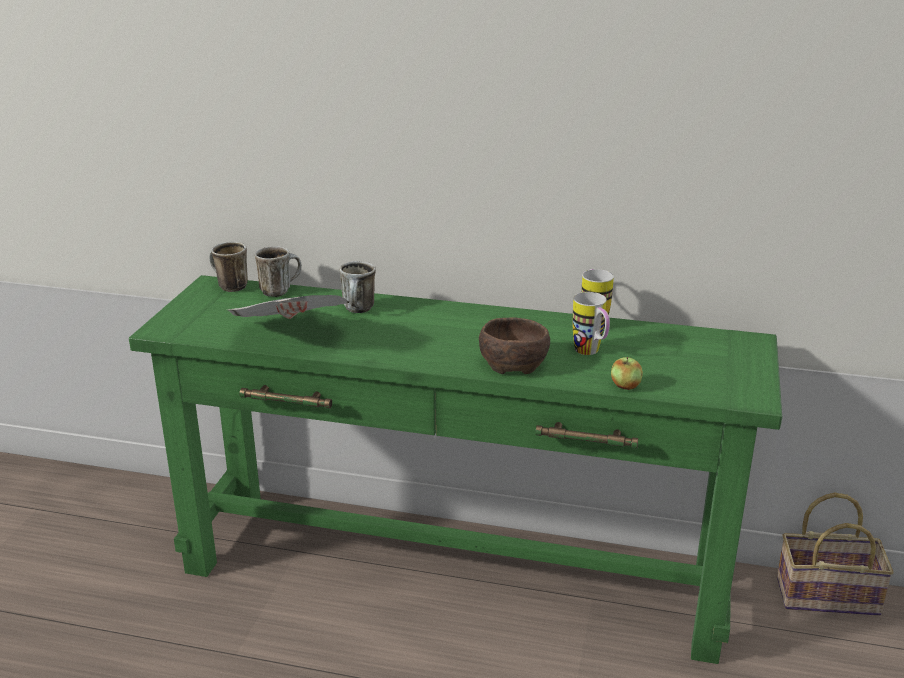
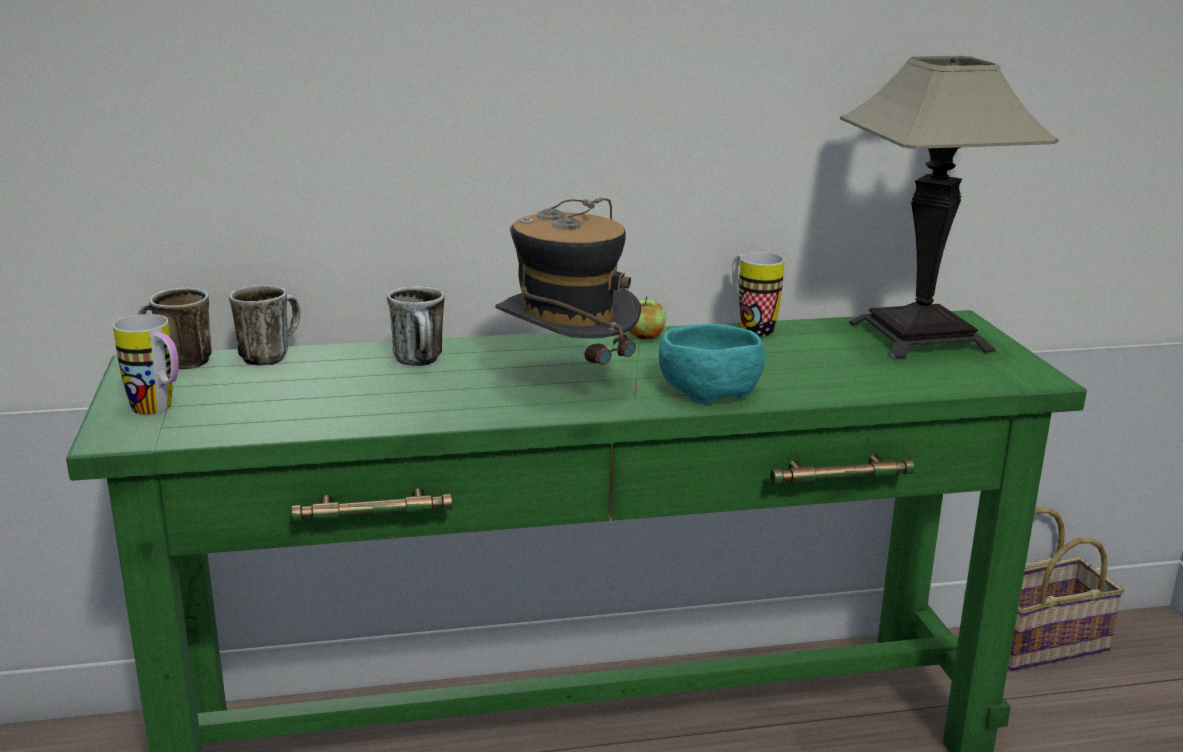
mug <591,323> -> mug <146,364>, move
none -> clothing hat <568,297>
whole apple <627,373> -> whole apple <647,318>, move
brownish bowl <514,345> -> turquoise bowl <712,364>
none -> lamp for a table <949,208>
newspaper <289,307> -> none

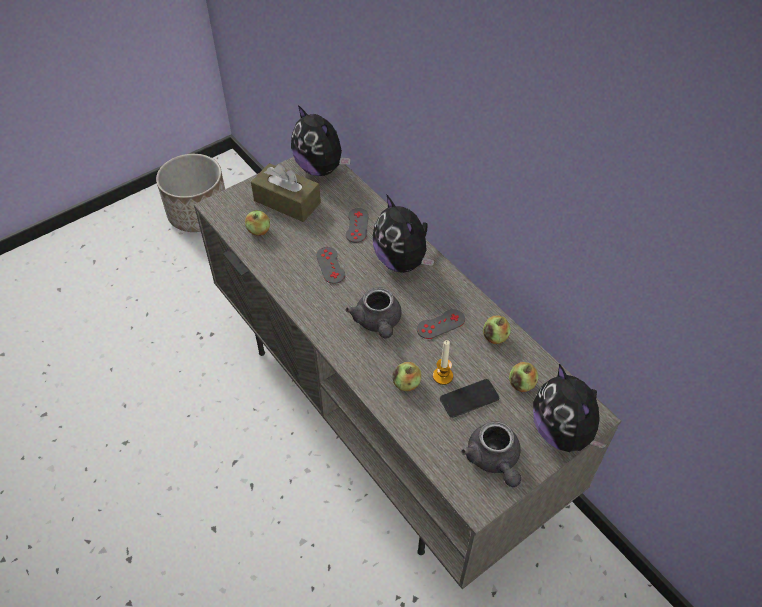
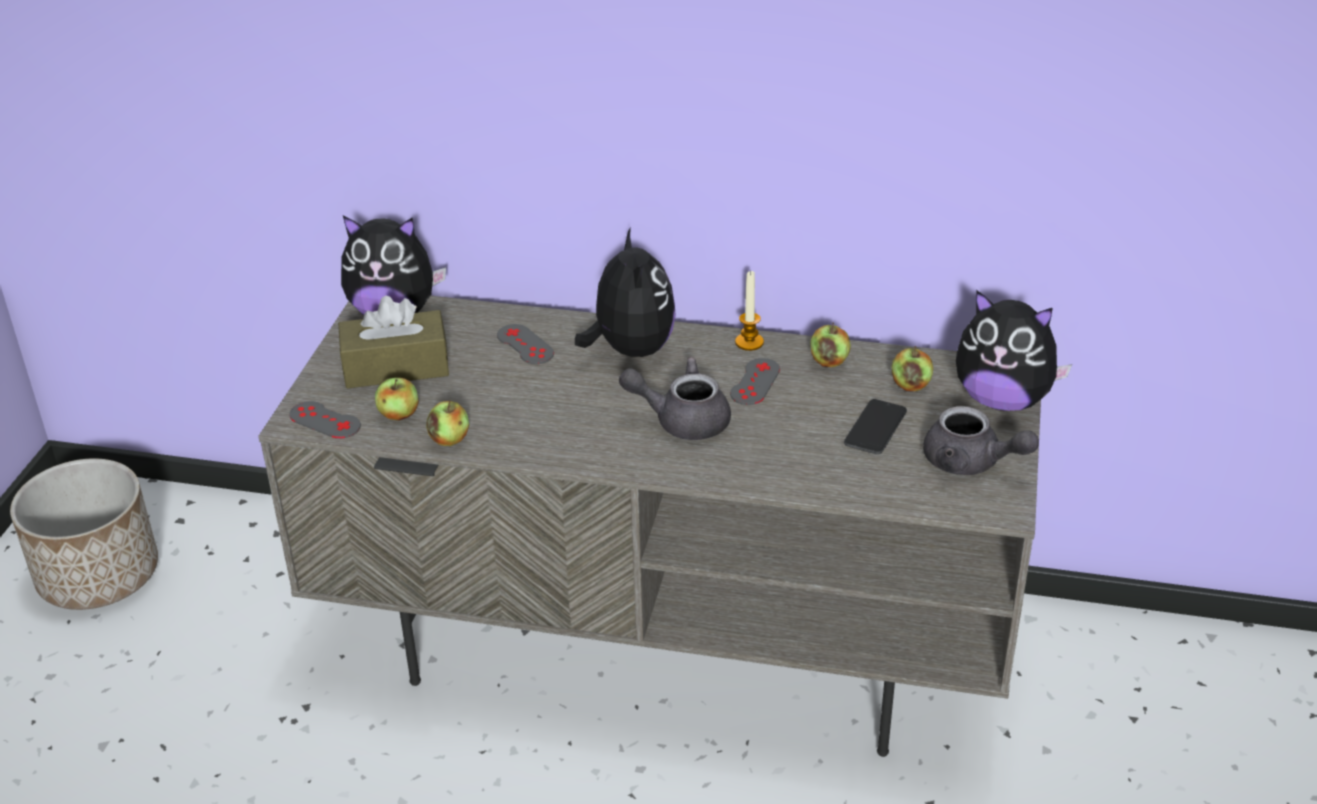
gray game controller <330,265> -> gray game controller <325,420>, move
whole apple <406,376> -> whole apple <447,423>, move
plush toy <403,233> -> plush toy <625,292>, 120 degrees counterclockwise
gray pot for tea <373,313> -> gray pot for tea <675,398>, 150 degrees clockwise
candle <443,362> -> candle <749,311>, move

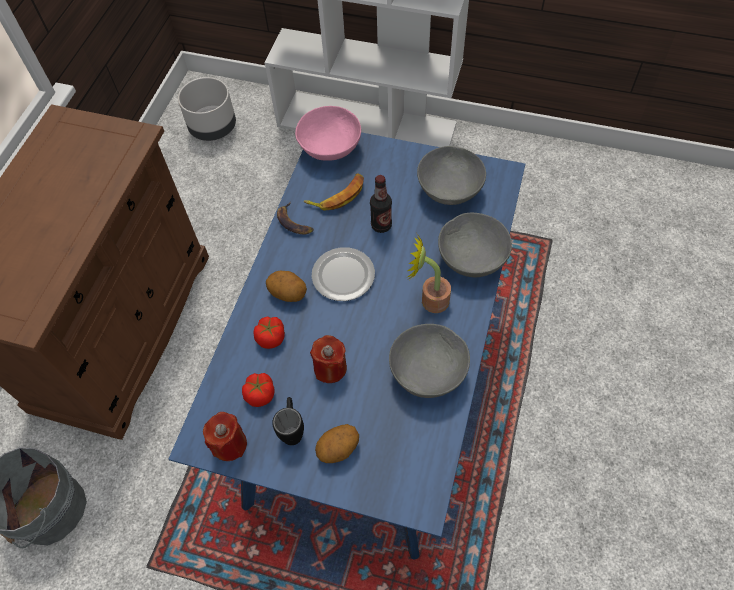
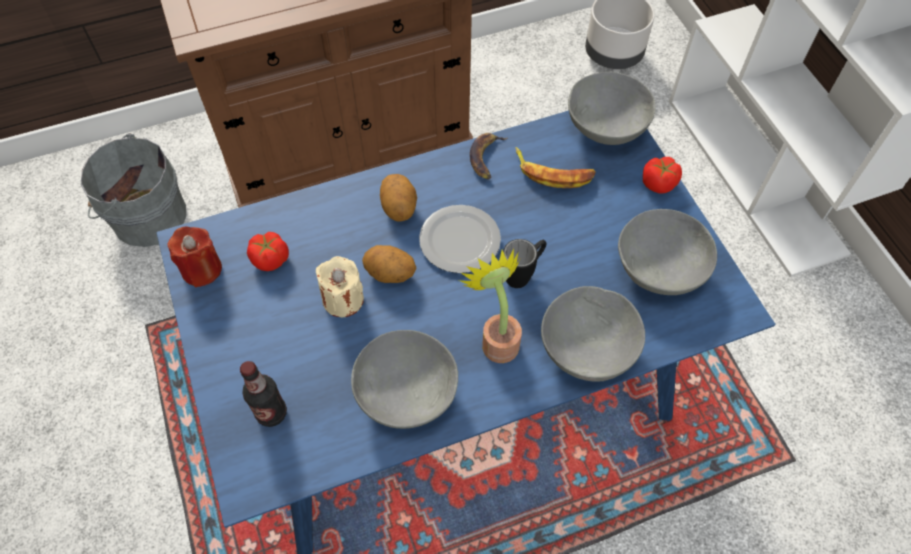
beverage bottle <381,204> -> beverage bottle <263,394>, move
reddish candle <328,359> -> sand-coloured candle <340,286>
whole potato <337,443> -> whole potato <389,264>, move
blackish mug <288,421> -> blackish mug <524,263>, move
pink-coloured bowl <328,133> -> gray bowl <611,108>
fresh tomato <269,332> -> fresh tomato <662,175>, move

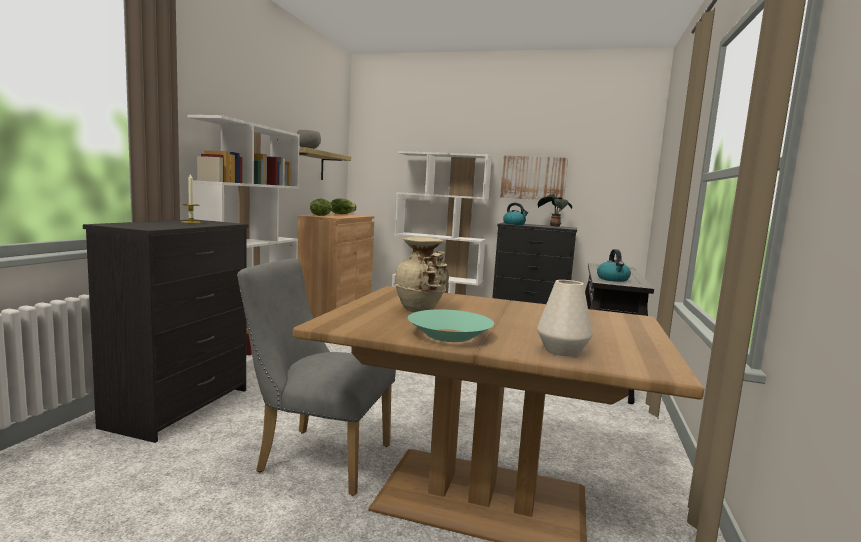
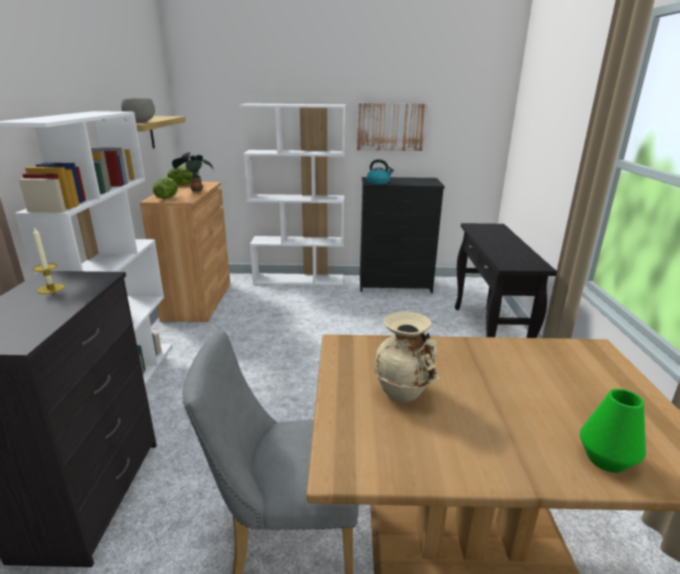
houseplant <555,210> -> houseplant <192,172>, move
white vase <564,318> -> green-coloured vase <613,431>
turquoise bowl <451,325> -> none
water kettle <614,265> -> none

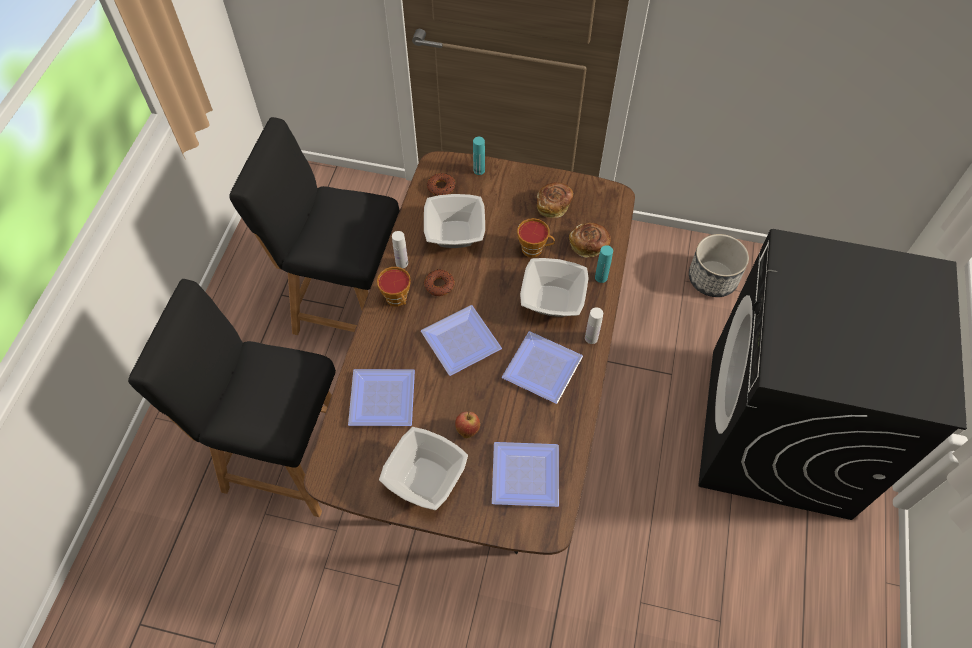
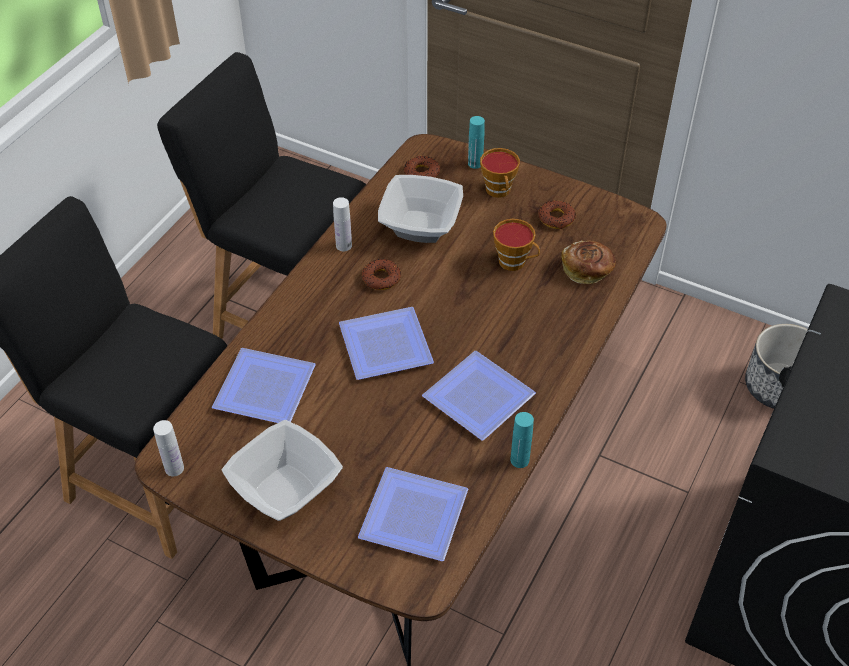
white beverage bottle <594,325> -> white beverage bottle <168,448>, move
drinking cup <394,287> -> drinking cup <500,173>, move
turquoise beverage bottle <604,264> -> turquoise beverage bottle <522,440>, move
bakery bread <555,200> -> donut <557,214>
whole apple <467,424> -> none
bowl <554,287> -> none

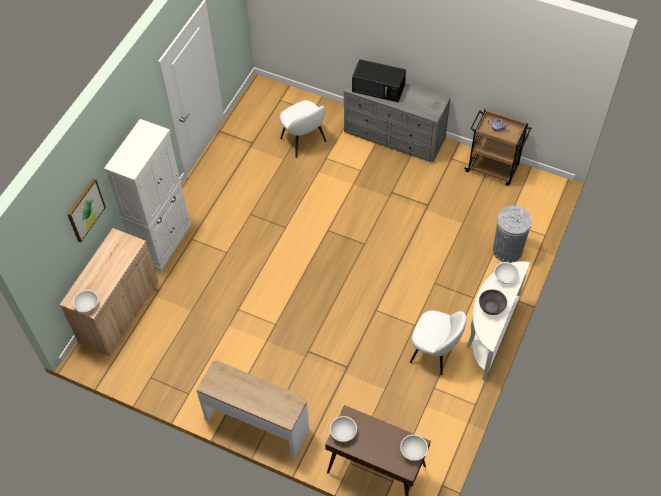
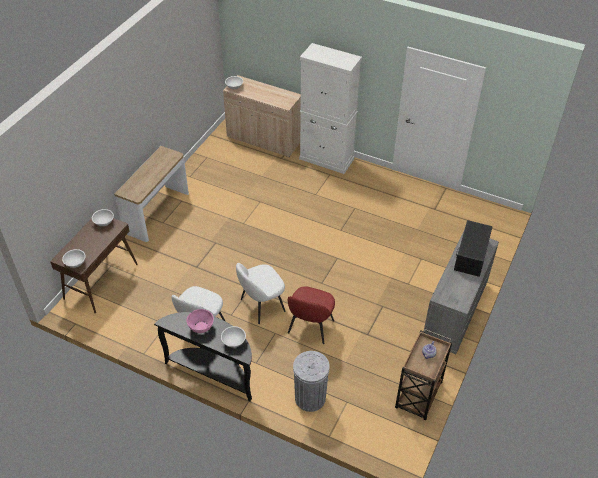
white console table <498,321> -> blackish console table <203,356>
gray bowl <493,302> -> pink-coloured bowl <200,321>
white upright chair <303,129> -> white upright chair <261,293>, move
none -> reddish upright chair <311,315>
picture <86,210> -> none

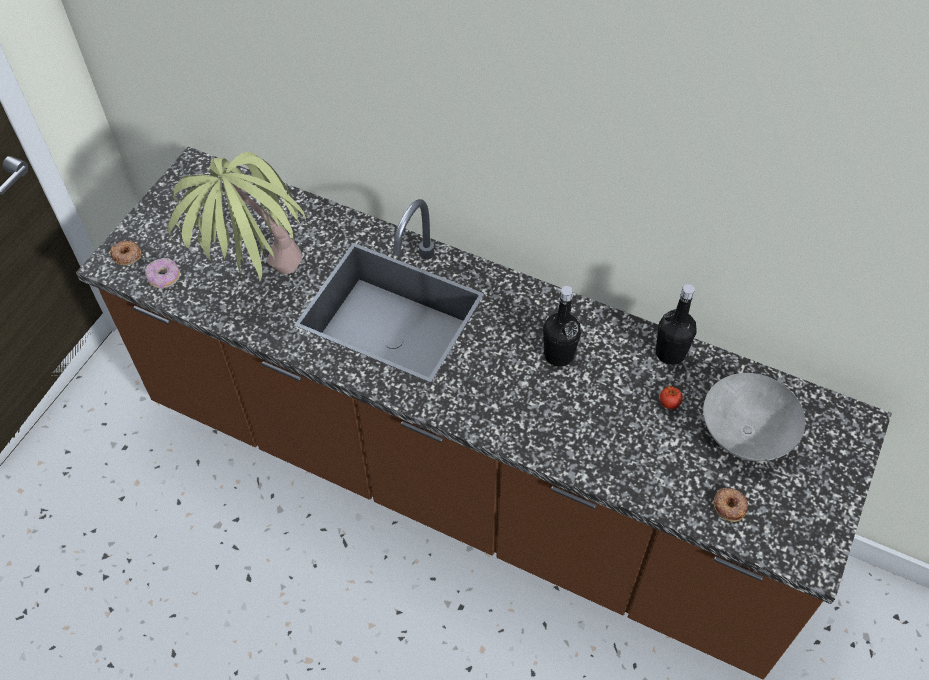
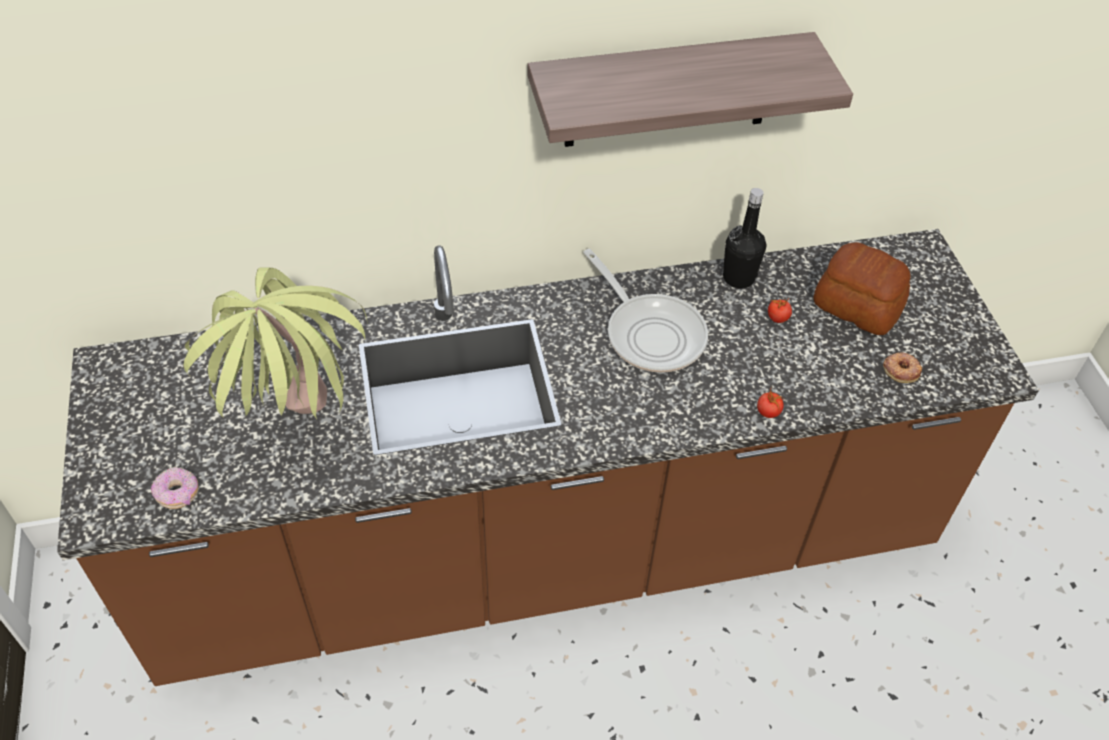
none -> bracket shelf <690,89>
blackish beverage bottle <562,326> -> frying pan <645,311>
none -> fresh tomato <770,403>
gray bowl <754,417> -> bakery bread <862,288>
donut <126,253> -> none

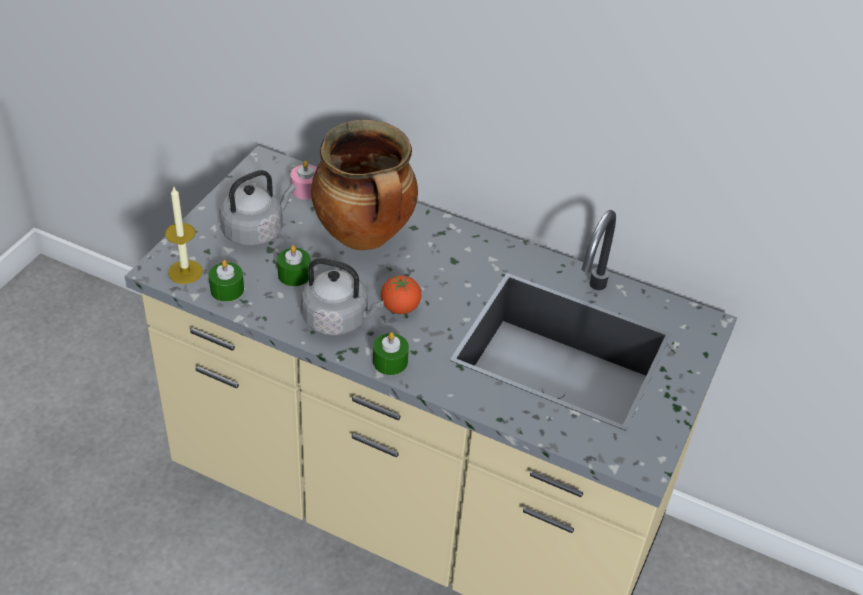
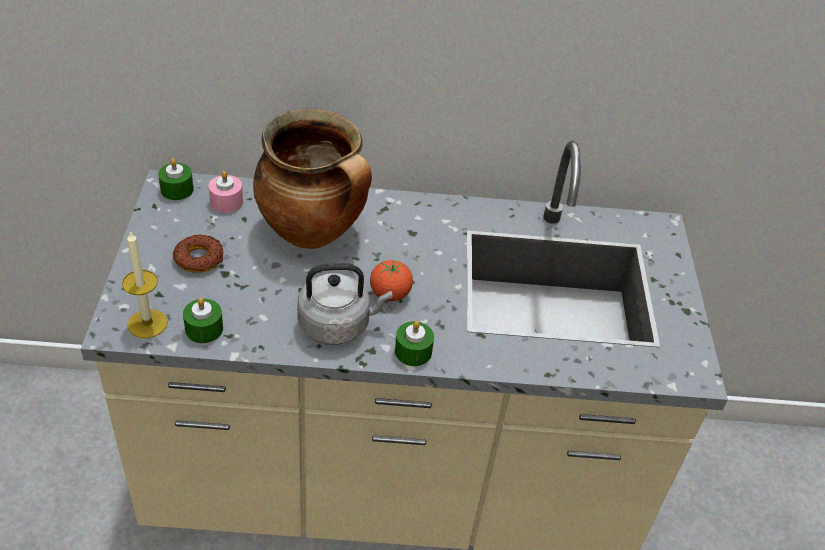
green-coloured candle <294,265> -> green-coloured candle <176,179>, move
gray water kettle <257,208> -> donut <198,253>

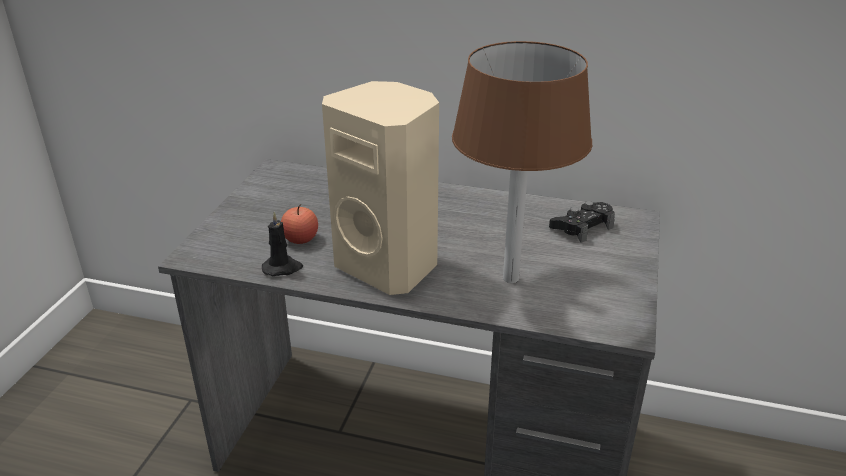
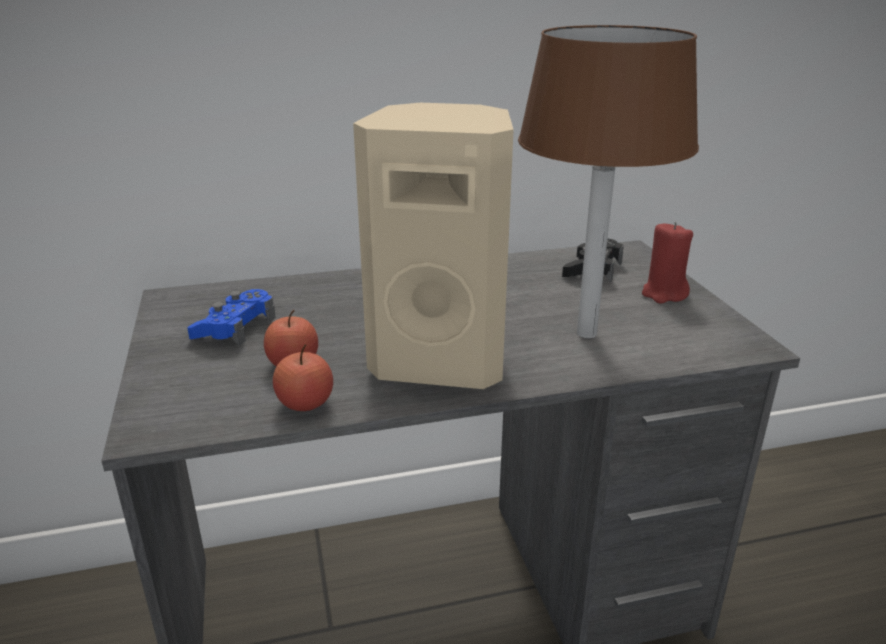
none -> bluish game controller <231,317>
blackish candle <282,244> -> whole apple <303,377>
none -> reddish candle <667,263>

